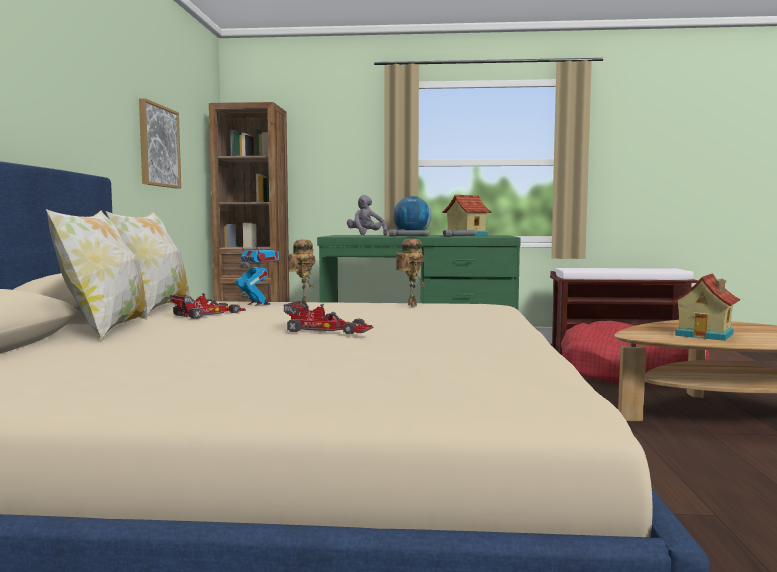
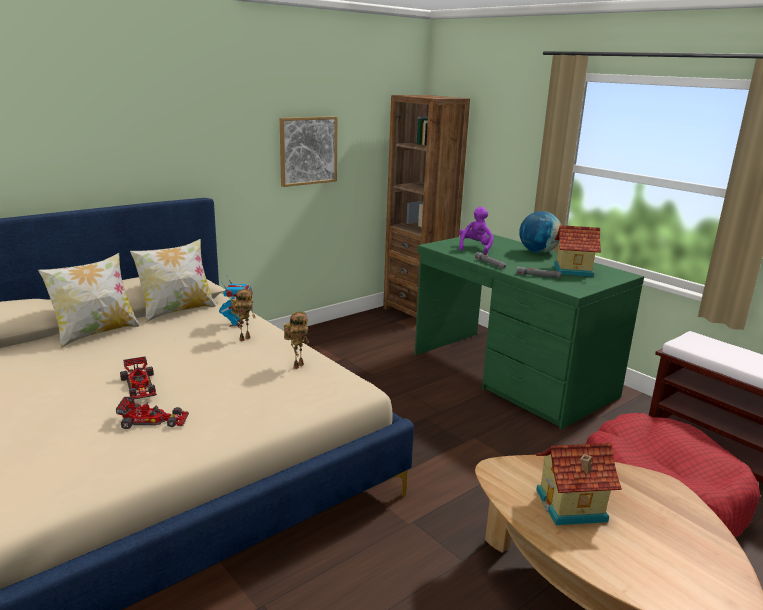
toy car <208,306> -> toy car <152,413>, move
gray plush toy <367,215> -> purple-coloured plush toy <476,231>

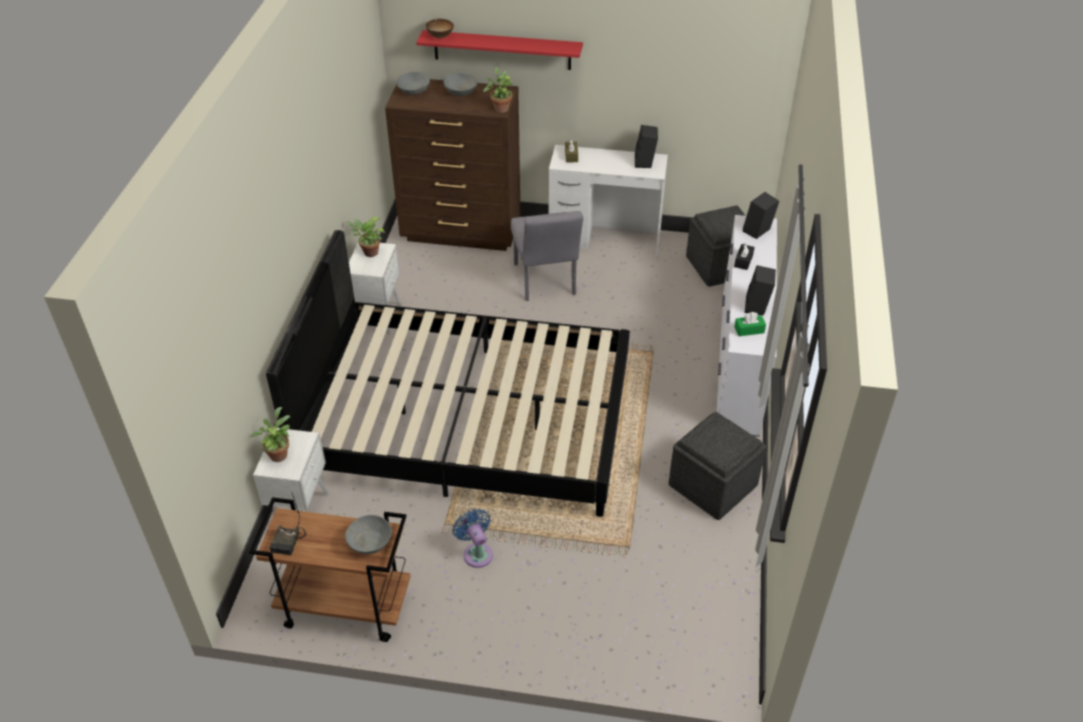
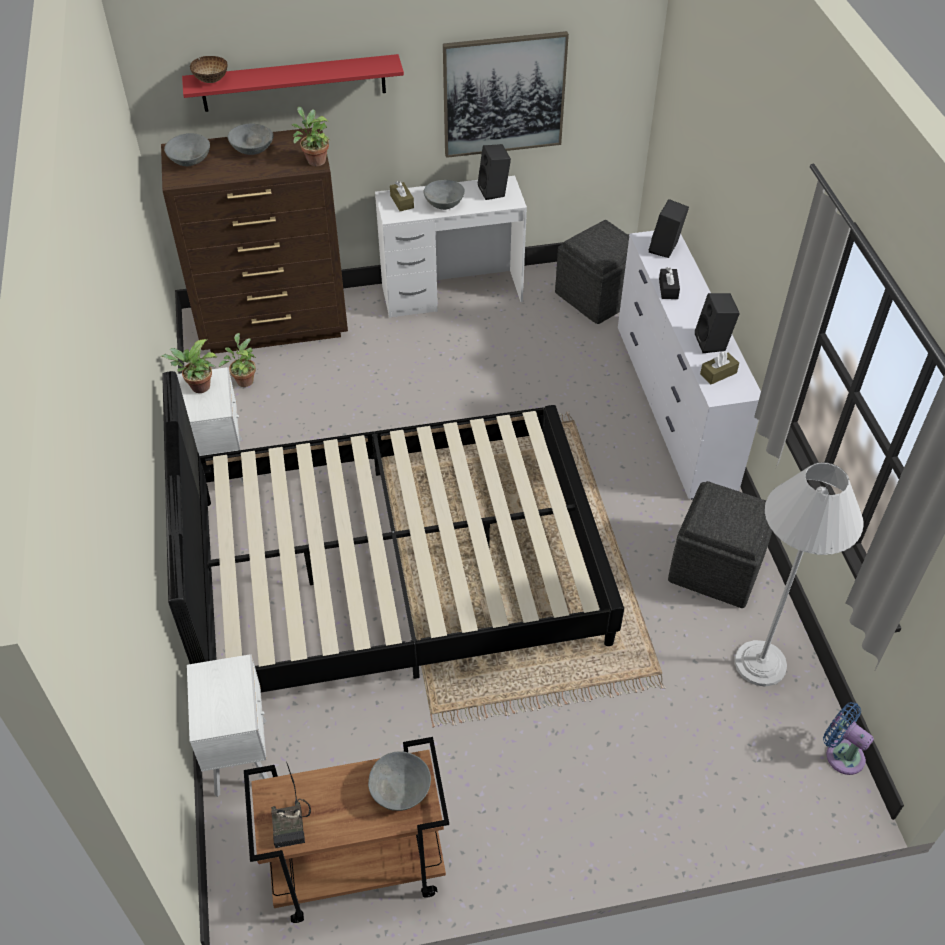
houseplant <270,434> -> houseplant <237,360>, move
none -> gray bowl <444,195>
none -> picture <506,94>
green-coloured box of tissues <750,324> -> brownish box of tissues <719,367>
none -> white floor lamp <799,574>
bluish cooling fan <473,538> -> bluish cooling fan <848,738>, move
gray upright chair <547,256> -> none

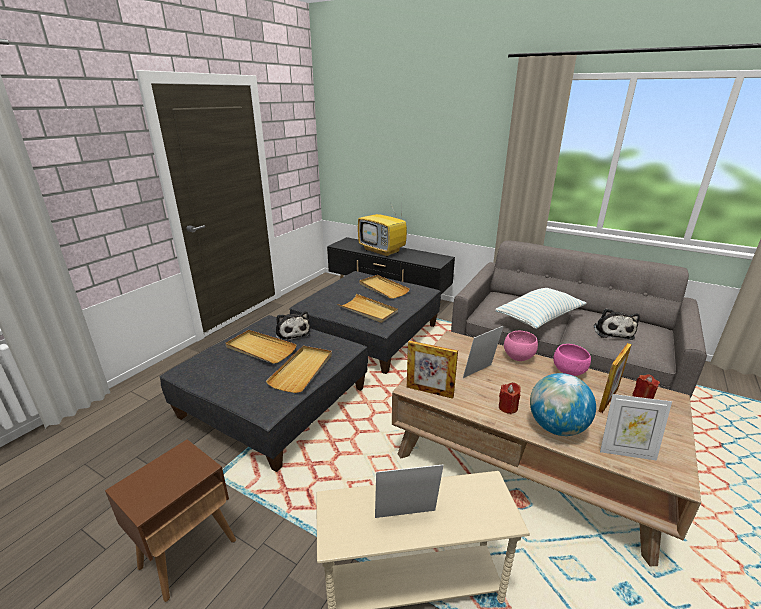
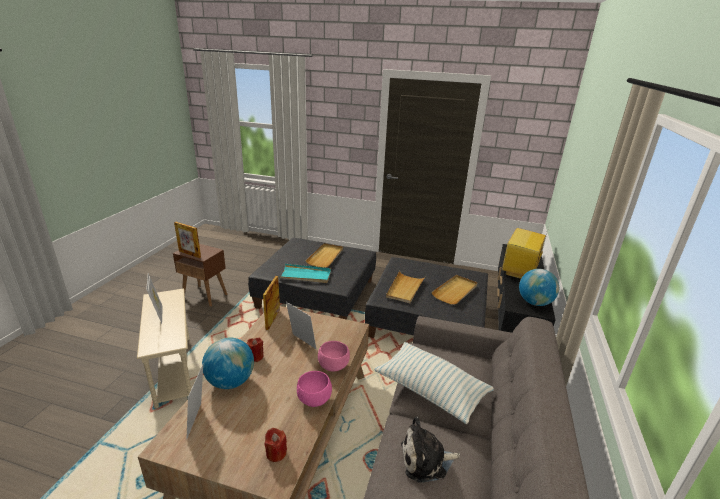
photo frame <615,378> -> photo frame <187,240>, move
sand-coloured tray <299,369> -> turquoise tray <305,273>
none -> desk globe <539,287>
plush toy <293,326> -> none

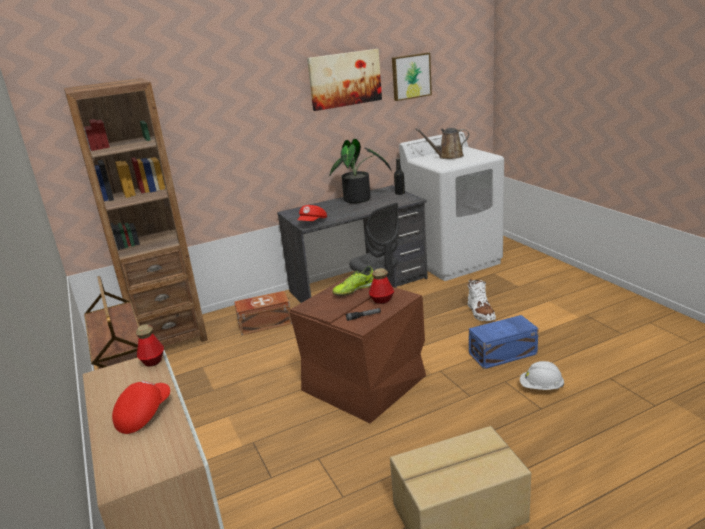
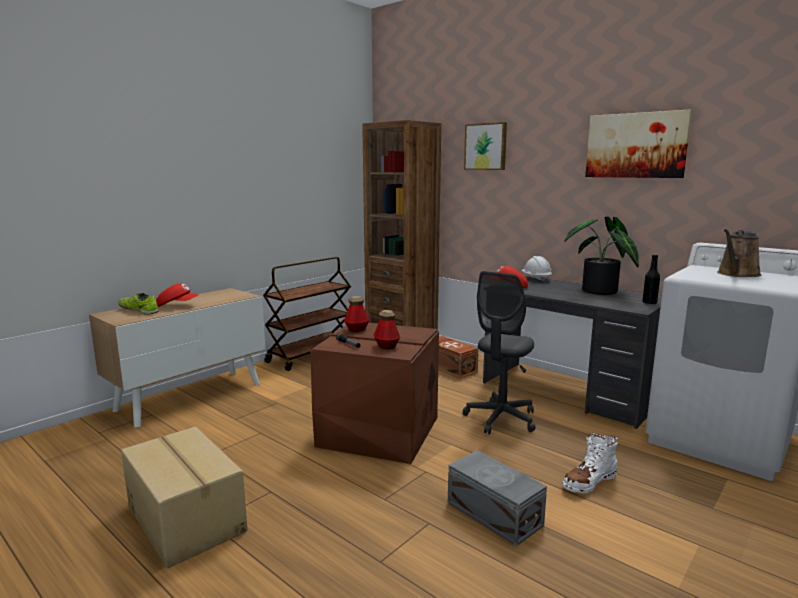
shoe <353,281> -> shoe <138,304>, move
beverage bottle <150,345> -> beverage bottle <357,314>, move
bluish storage bin <504,342> -> gray storage bin <497,498>
picture <412,77> -> picture <485,146>, move
white safety helmet <542,375> -> white safety helmet <537,269>, move
brownish watering can <442,143> -> brownish watering can <739,253>, 105 degrees counterclockwise

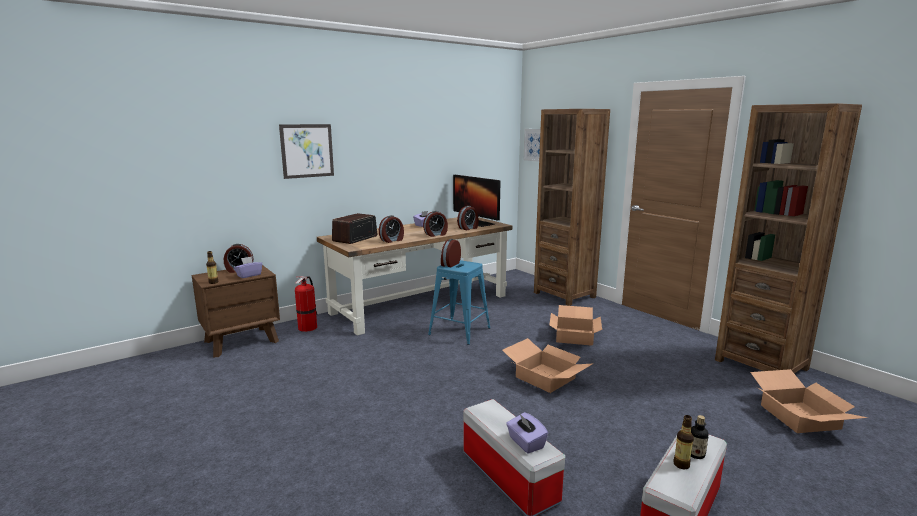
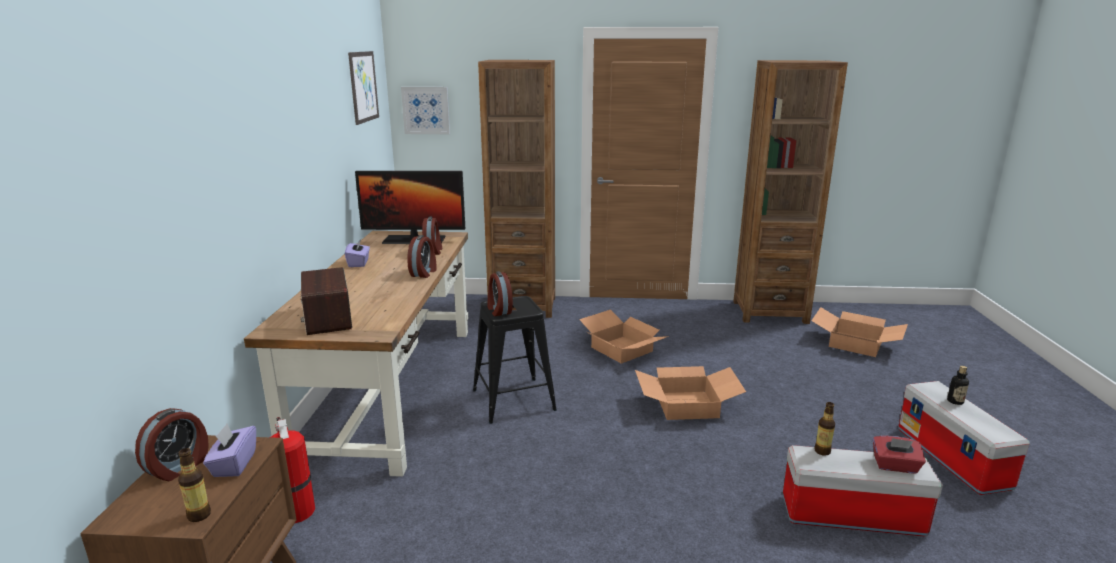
picture <306,151> -> picture <363,88>, move
bluish sitting stool <459,302> -> blackish sitting stool <515,360>
beverage bottle <683,442> -> beverage bottle <825,429>, move
purple-coloured box of tissues <527,433> -> reddish box of tissues <899,455>
alarm clock <391,229> -> none

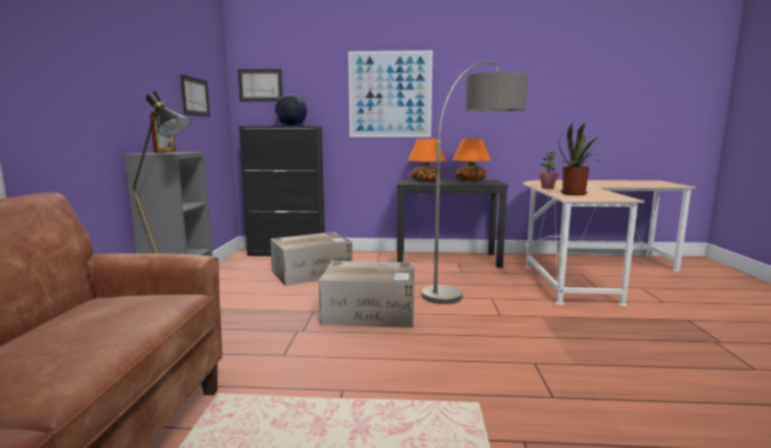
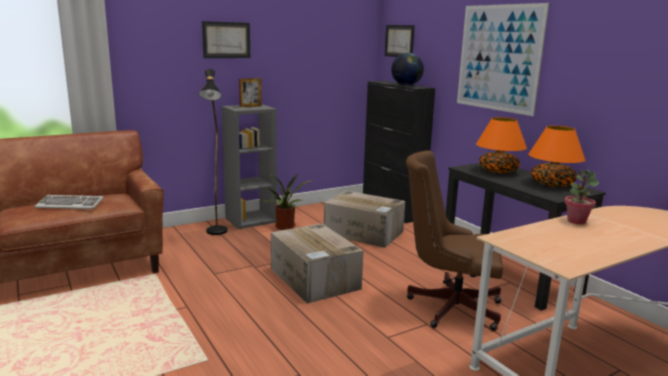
none -> computer keyboard <69,202>
picture <195,96> -> picture <226,39>, move
houseplant <585,159> -> houseplant <286,201>, move
floor lamp <475,183> -> brownish office chair <454,240>

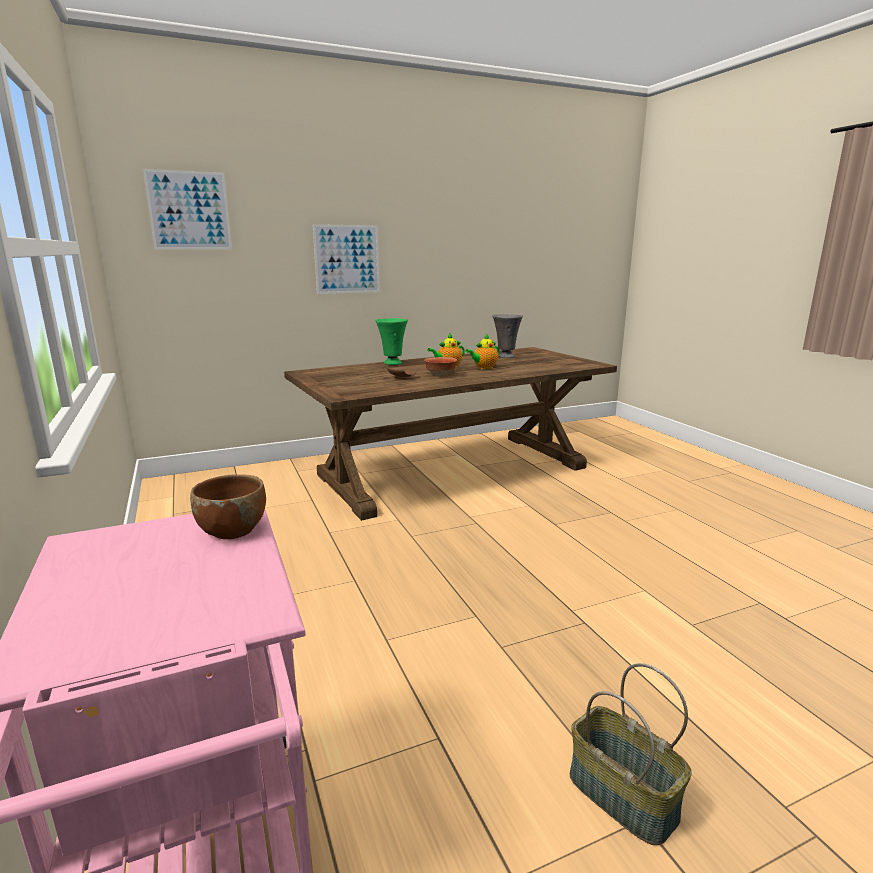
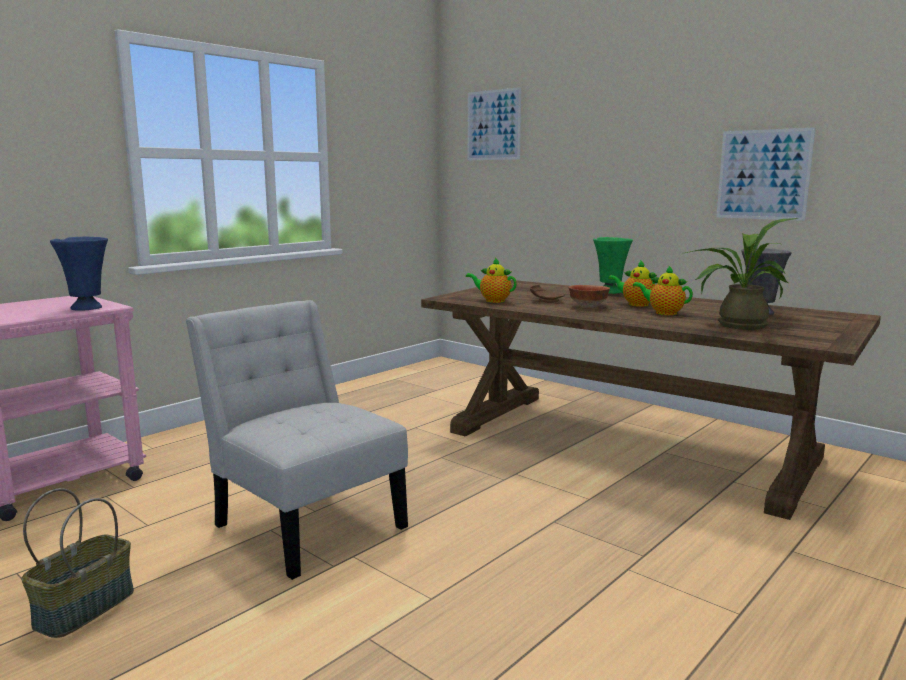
brownish bowl <228,506> -> bluish vase <79,274>
none -> white upright chair <297,440>
none -> pot for tea <491,280>
none -> houseplant <740,274>
picture <346,259> -> picture <766,174>, move

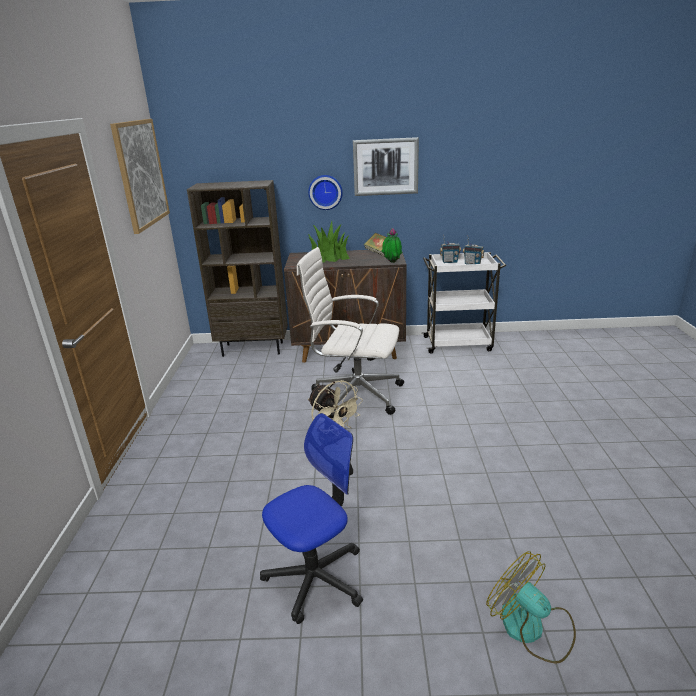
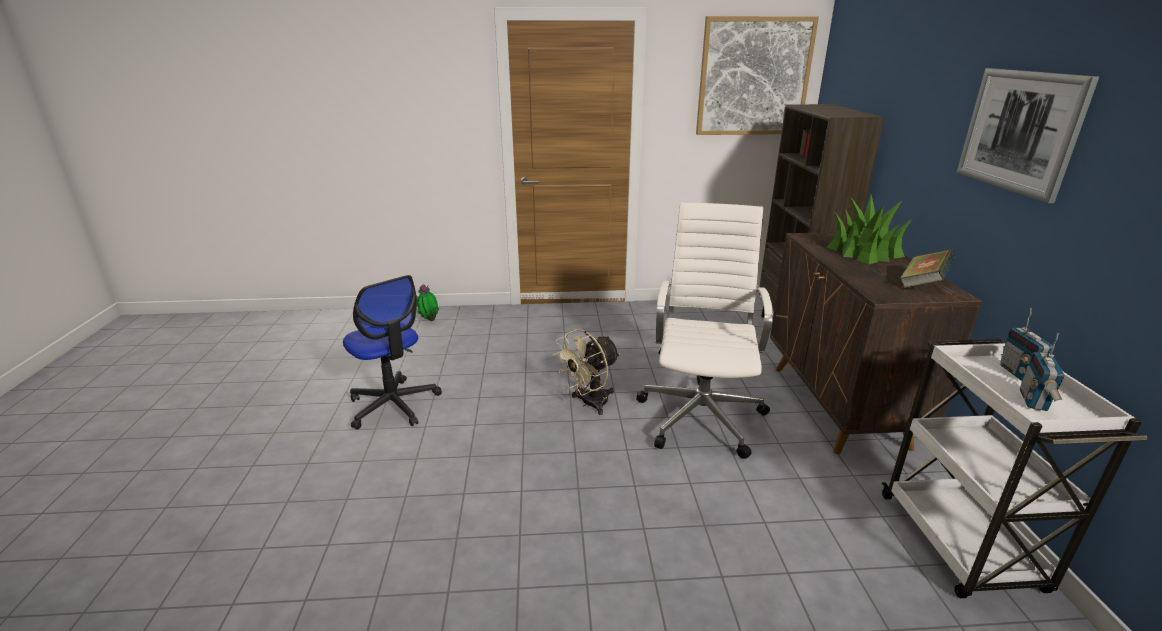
houseplant <391,245> -> houseplant <428,302>, move
hanging clock <325,192> -> none
cooling fan <531,607> -> none

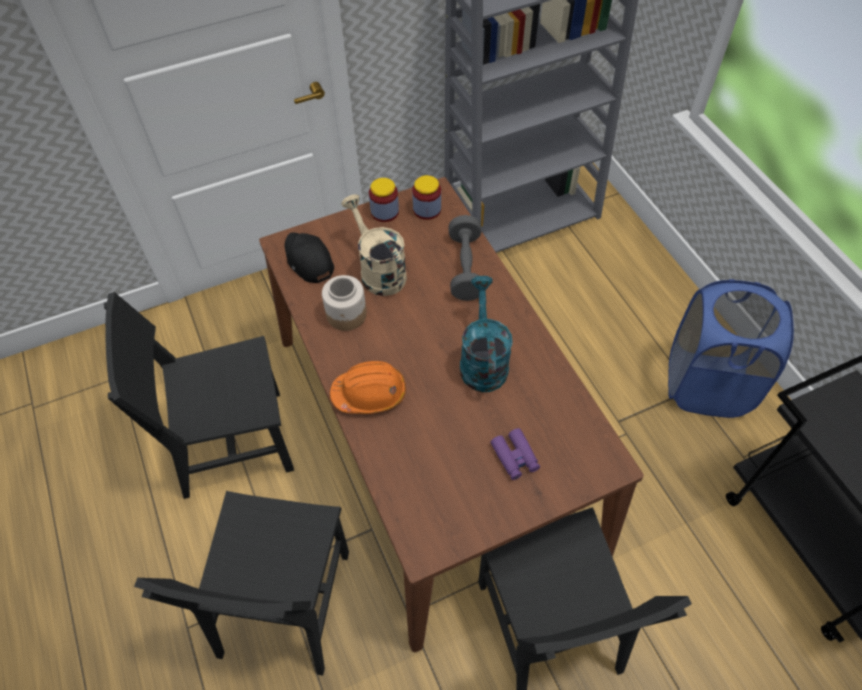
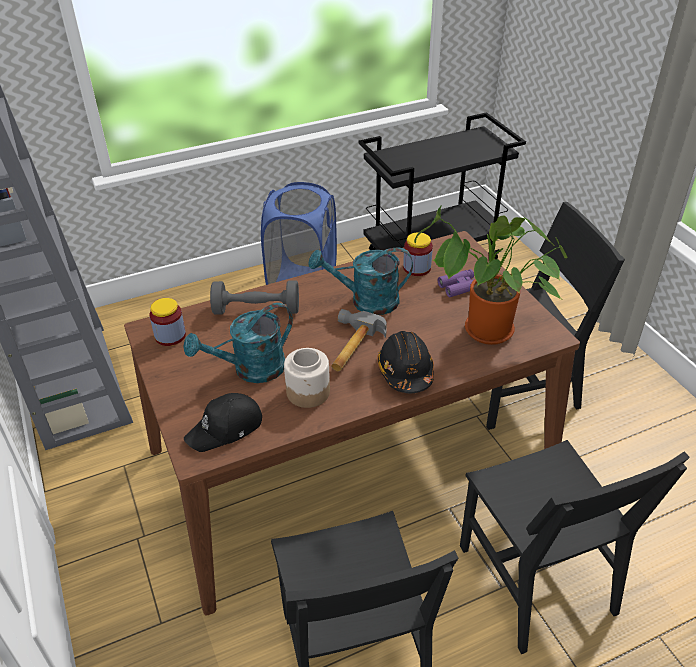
sand-coloured watering can <374,245> -> turquoise watering can <238,343>
none -> hammer <359,340>
orange safety helmet <368,387> -> blackish safety helmet <405,362>
jar <384,200> -> jar <418,254>, move
none -> houseplant <491,275>
blackish upright chair <241,583> -> blackish upright chair <575,547>, 60 degrees clockwise

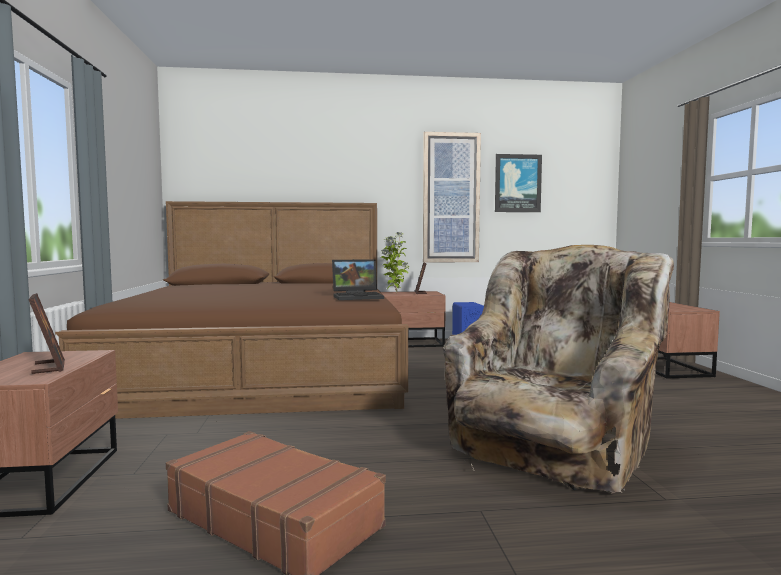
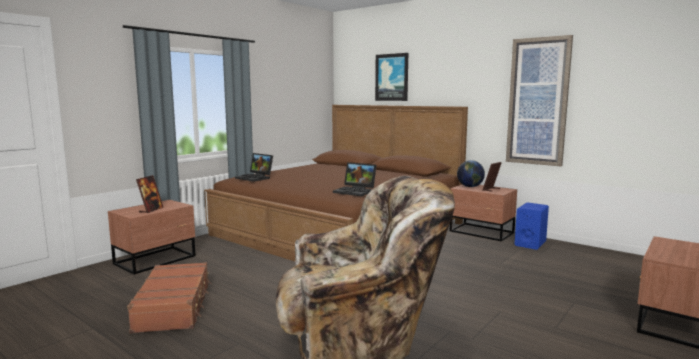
none -> laptop <254,167>
picture <518,183> -> picture <391,77>, move
houseplant <395,263> -> desk globe <471,173>

